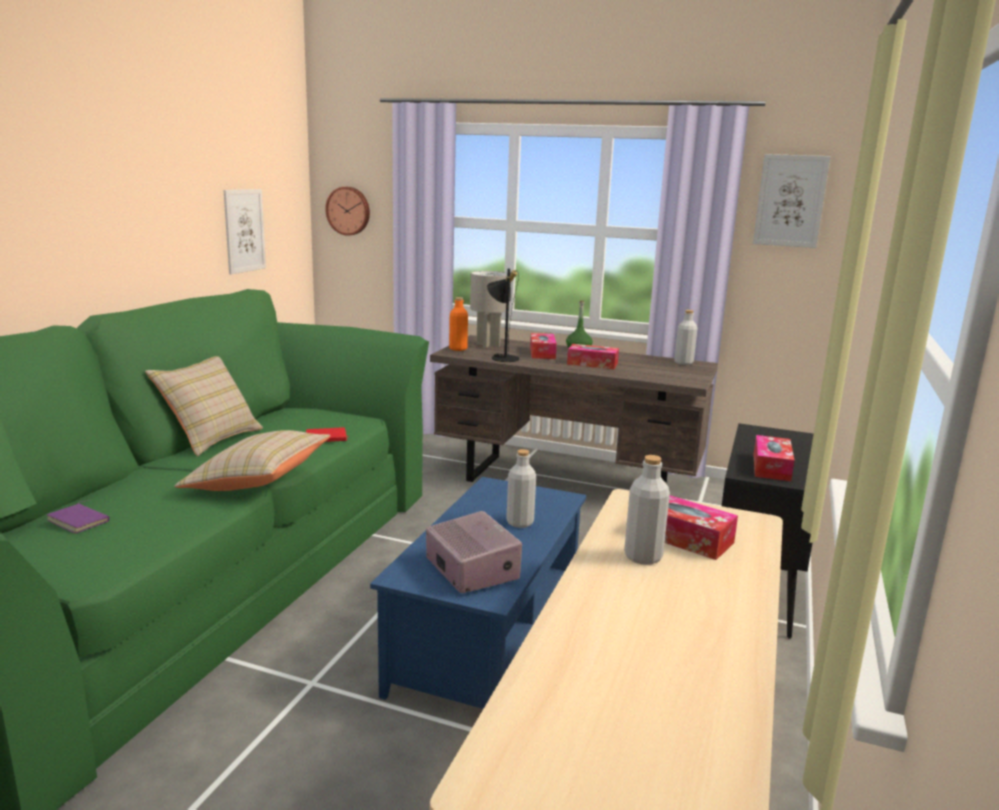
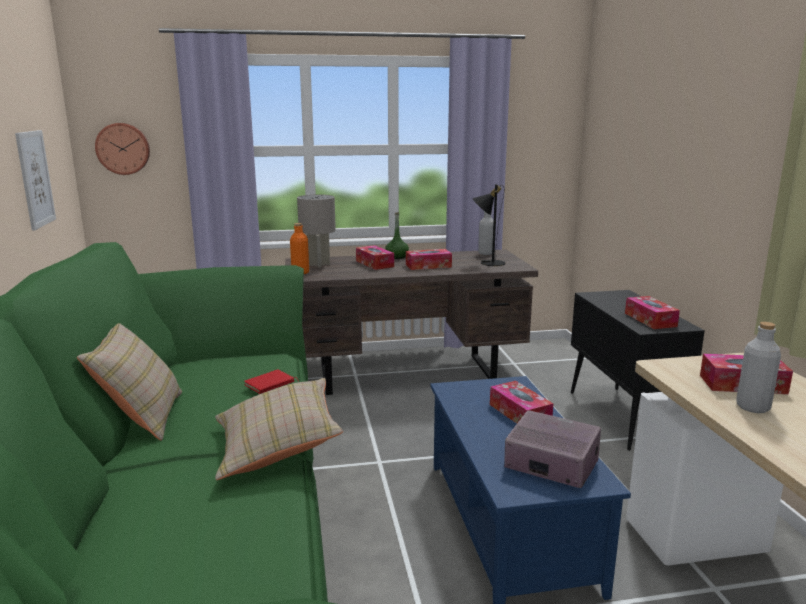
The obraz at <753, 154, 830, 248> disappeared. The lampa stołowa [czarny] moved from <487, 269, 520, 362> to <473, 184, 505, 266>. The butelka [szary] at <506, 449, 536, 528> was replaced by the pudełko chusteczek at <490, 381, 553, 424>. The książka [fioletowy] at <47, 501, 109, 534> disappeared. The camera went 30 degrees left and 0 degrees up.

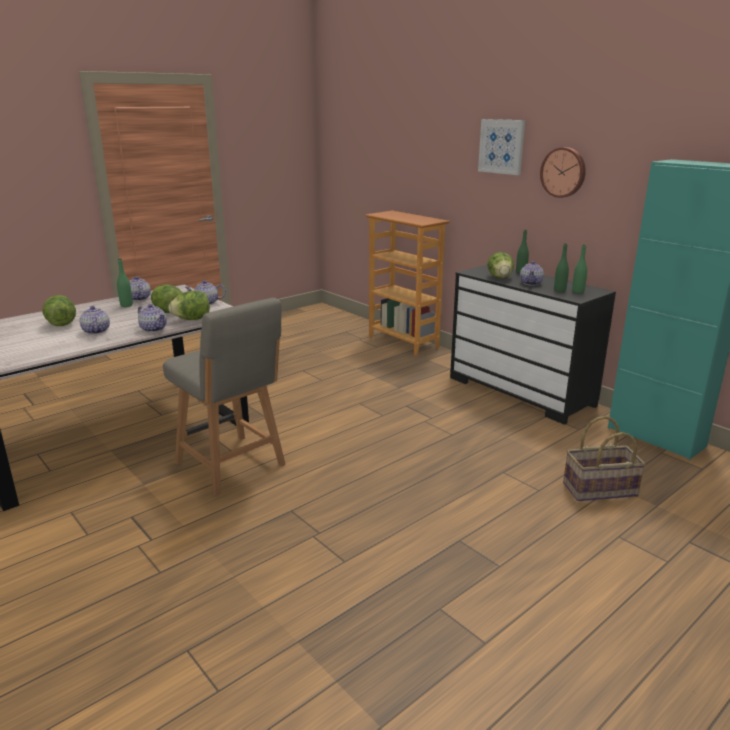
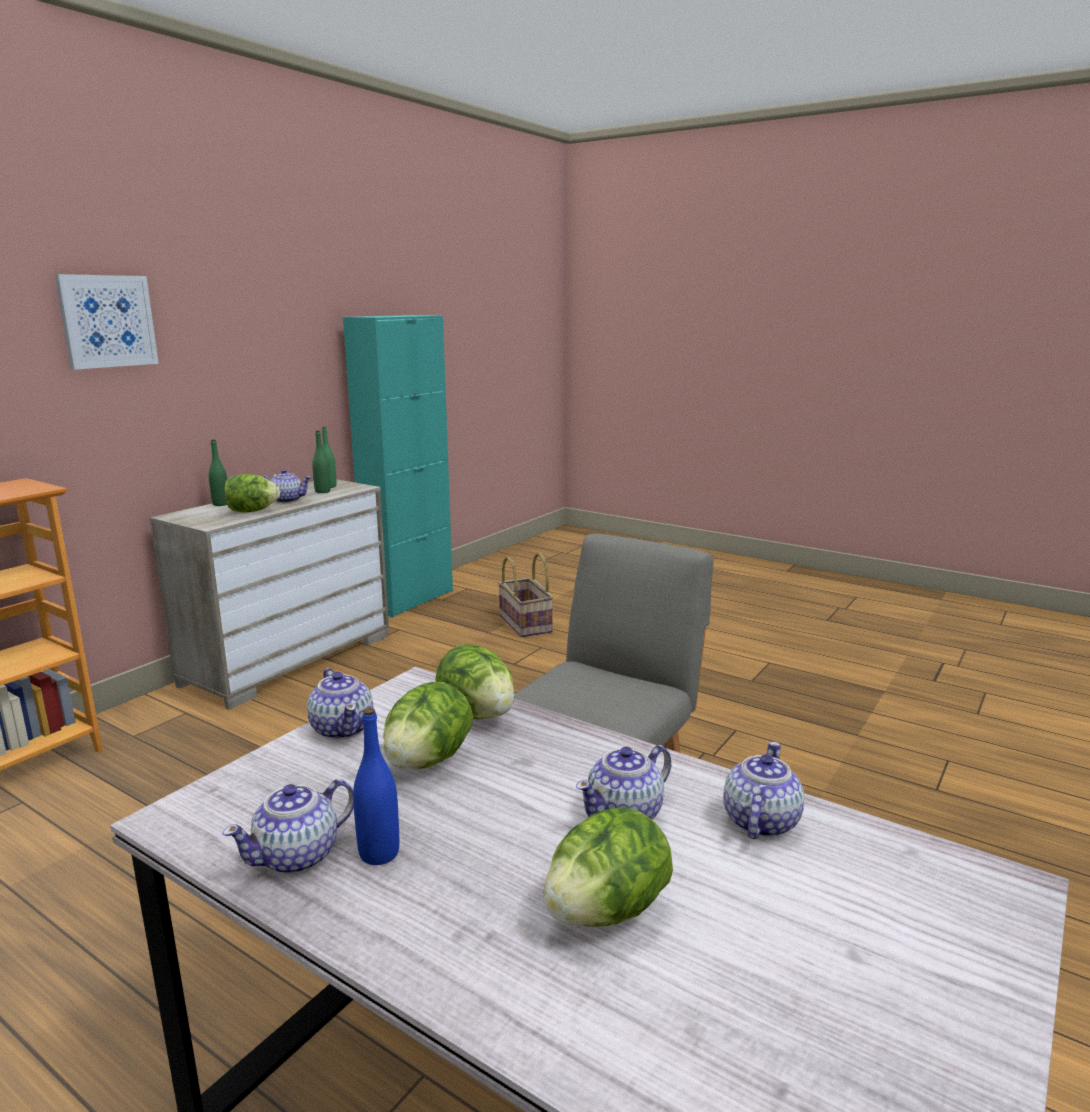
The zegar ścienny at <540, 147, 586, 198> disappeared. The butelka [zielony] at <117, 258, 133, 307> became the butelka [niebieski] at <353, 708, 399, 865>. The komoda [czarny] at <450, 265, 616, 425> became the komoda [beżowy] at <150, 479, 389, 710>. The imbryk moved from <138, 304, 167, 332> to <723, 742, 804, 839>. The camera went 105 degrees left and 5 degrees down.

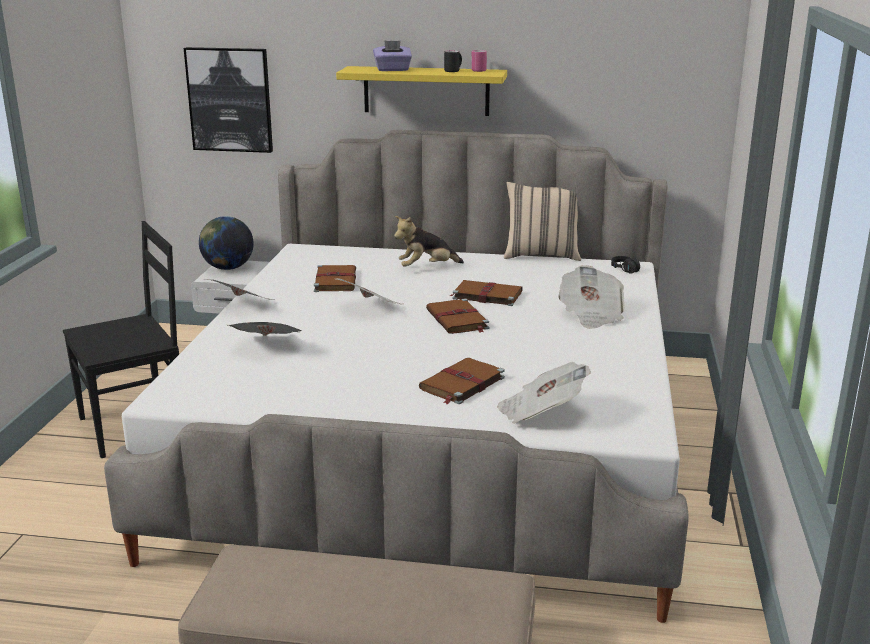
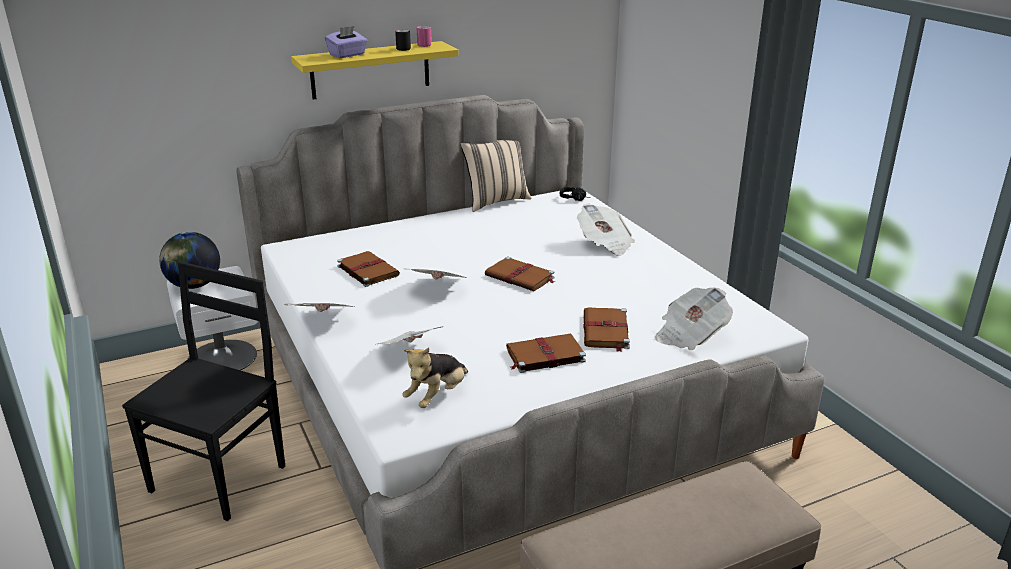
The obraz at <184, 47, 273, 153> disappeared. The pluszak moved from <394, 216, 464, 267> to <402, 347, 468, 408>. The książka [brązowy] moved from <450, 280, 523, 306> to <506, 334, 586, 373>. The camera went 35 degrees left and 5 degrees up.

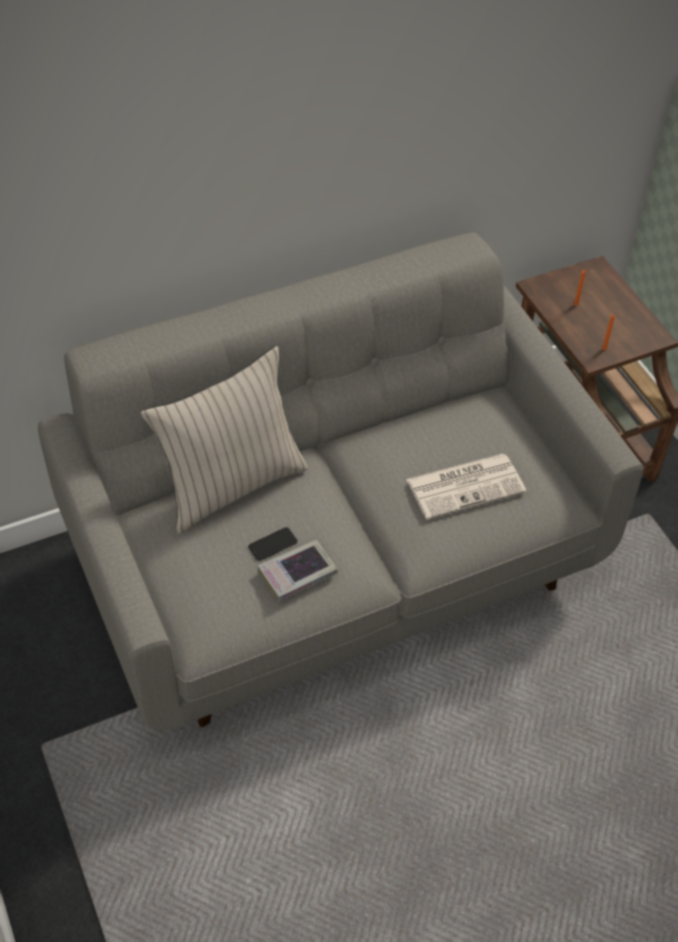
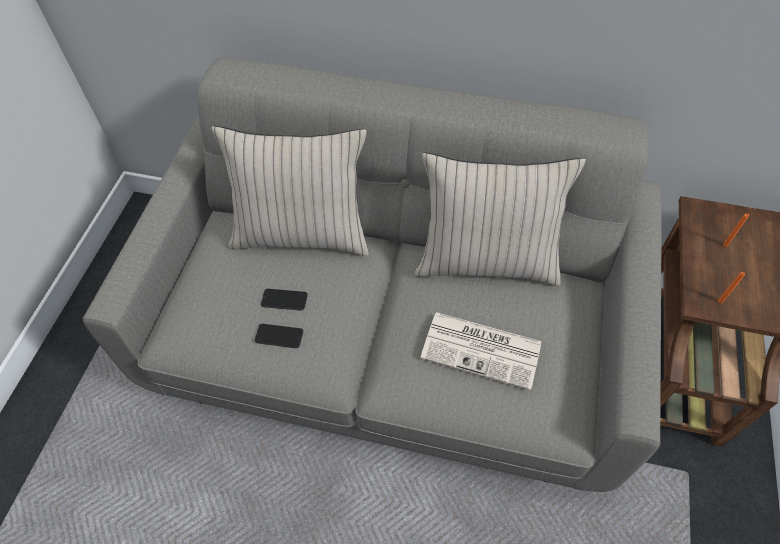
The książka at <258, 540, 338, 601> was replaced by the telefon at <255, 324, 303, 348>. The poduszka [beżowy] at <415, 152, 586, 286> appeared. The camera went 40 degrees right and 5 degrees up.

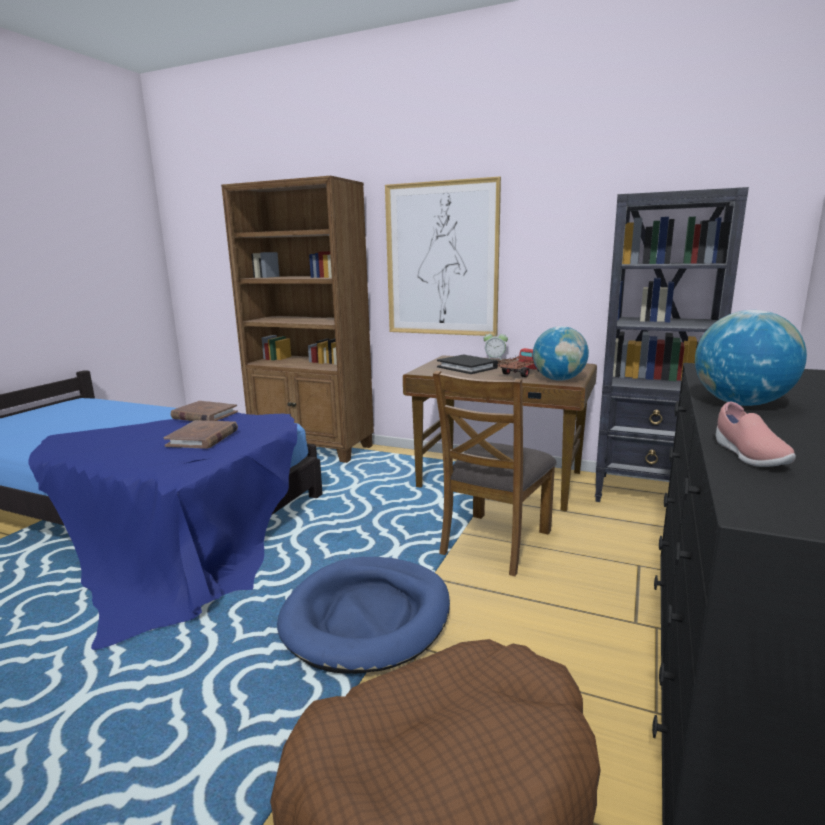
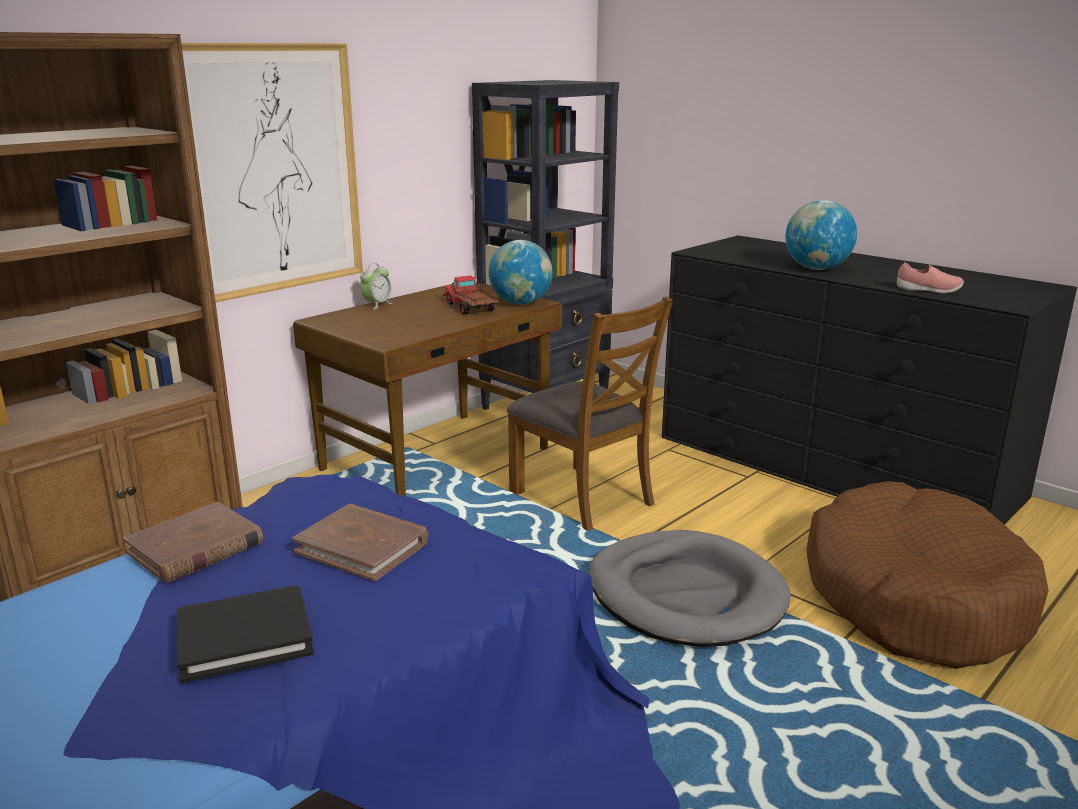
The książka [czarny] moved from <437, 355, 498, 374> to <177, 586, 314, 683>. The legowisko [niebieski] at <277, 557, 450, 674> became the legowisko [szary] at <589, 530, 791, 647>. The camera went 70 degrees left and 5 degrees up.

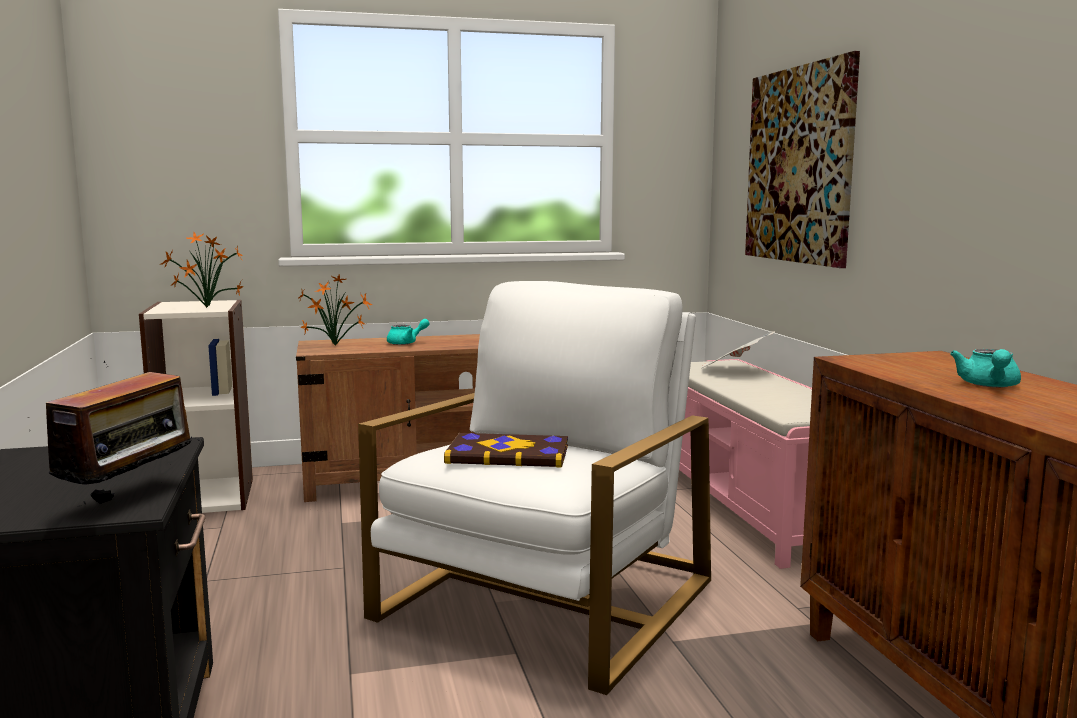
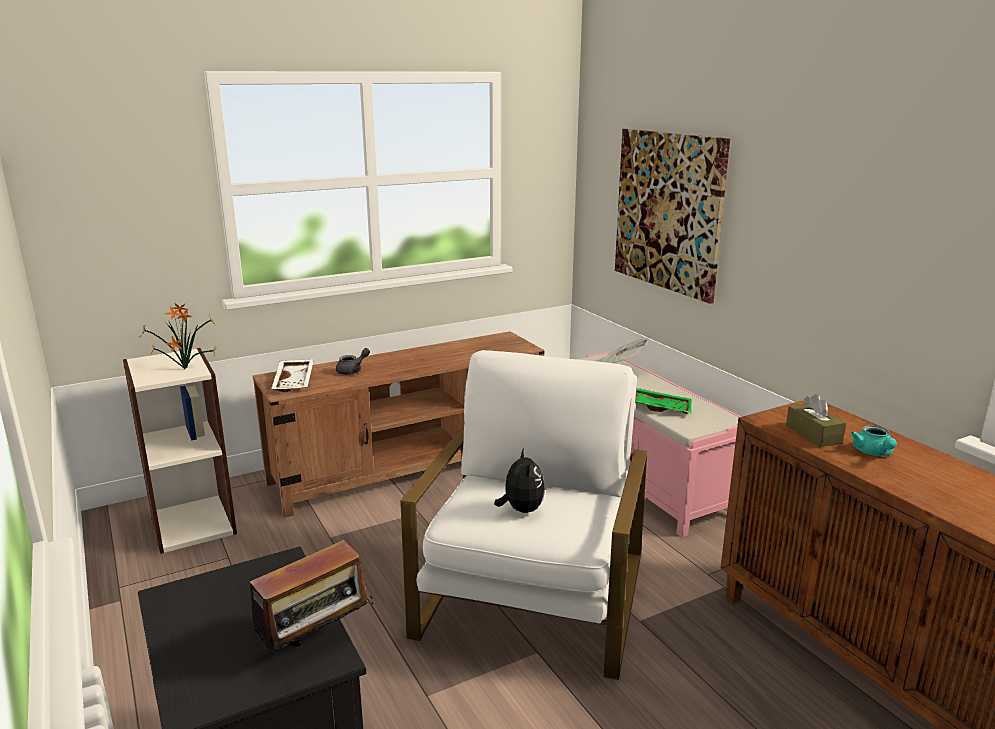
The roślina doniczkowa at <299, 274, 373, 345> was replaced by the taca [biały] at <271, 359, 314, 392>. The imbryk [turkusowy] at <387, 319, 430, 345> became the imbryk [szary] at <336, 348, 370, 375>. The radio at <28, 358, 200, 507> turned 45 degrees clockwise. The książka at <444, 433, 568, 468> was replaced by the pluszak at <494, 448, 545, 513>. The taca [zielony] at <635, 388, 692, 414> appeared. The pudełko chusteczek [brązowy] at <786, 393, 846, 447> appeared. The camera went 15 degrees left and 10 degrees up.

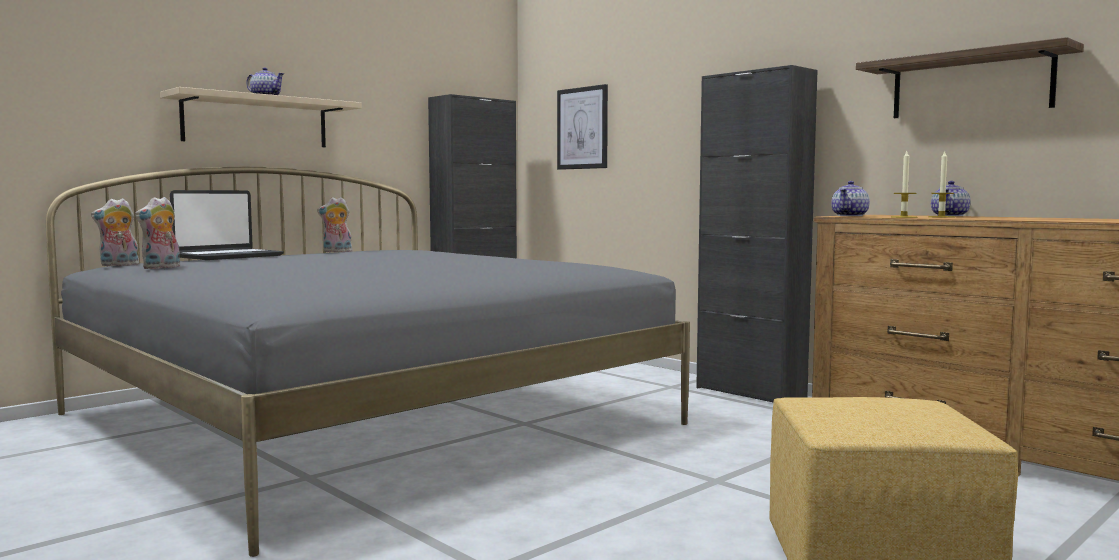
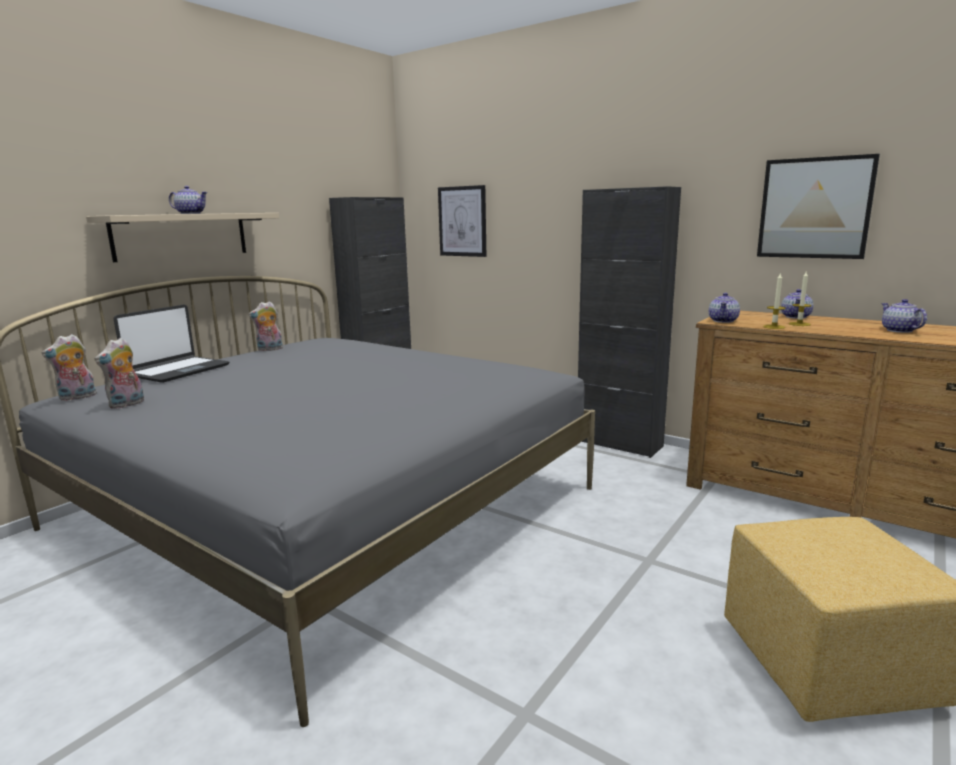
The półka at <856, 37, 1084, 118> was replaced by the obraz at <757, 154, 880, 259>. The imbryk at <881, 299, 927, 333> appeared. The camera went 10 degrees left and 10 degrees up.

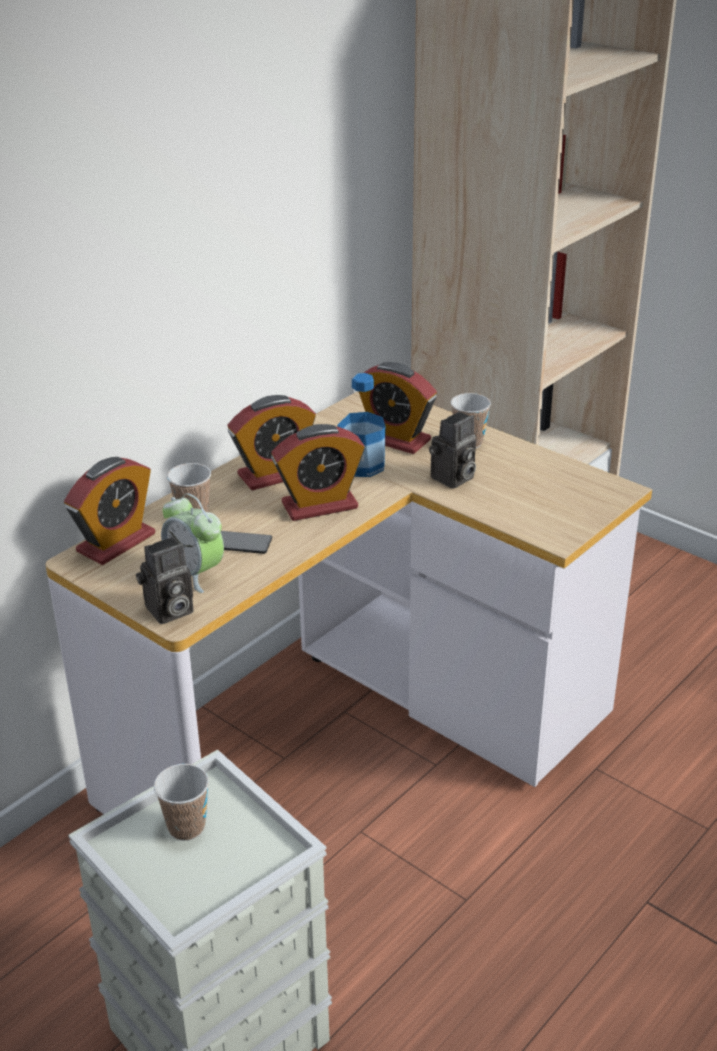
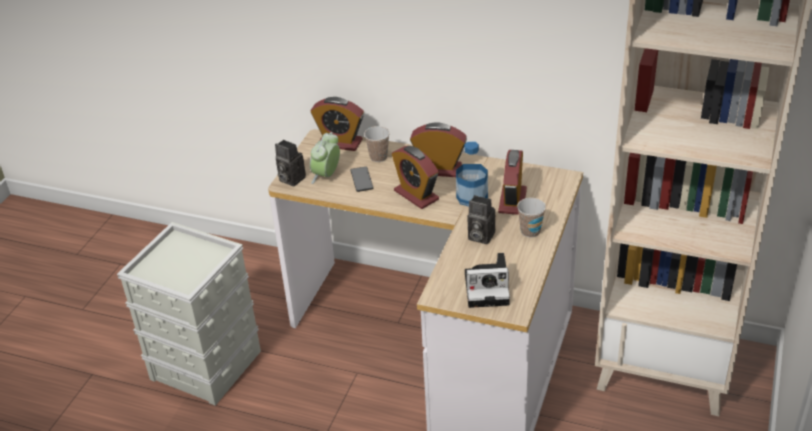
The budzik at <227, 395, 316, 491> turned 150 degrees clockwise. The filiżanka at <154, 764, 209, 841> disappeared. The aparat fotograficzny at <465, 253, 510, 308> appeared. The camera went 70 degrees right and 5 degrees up.

